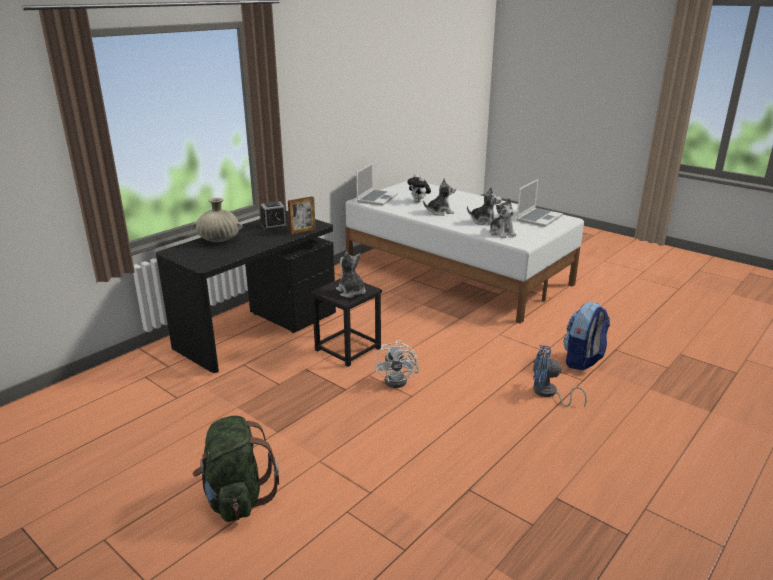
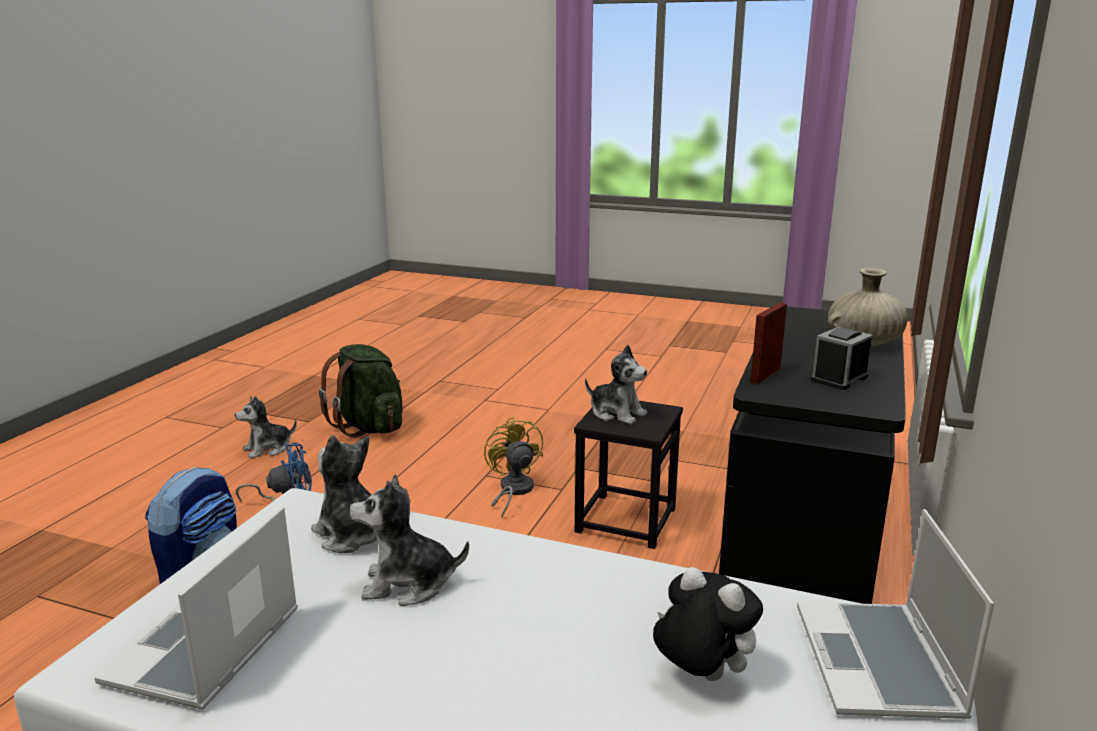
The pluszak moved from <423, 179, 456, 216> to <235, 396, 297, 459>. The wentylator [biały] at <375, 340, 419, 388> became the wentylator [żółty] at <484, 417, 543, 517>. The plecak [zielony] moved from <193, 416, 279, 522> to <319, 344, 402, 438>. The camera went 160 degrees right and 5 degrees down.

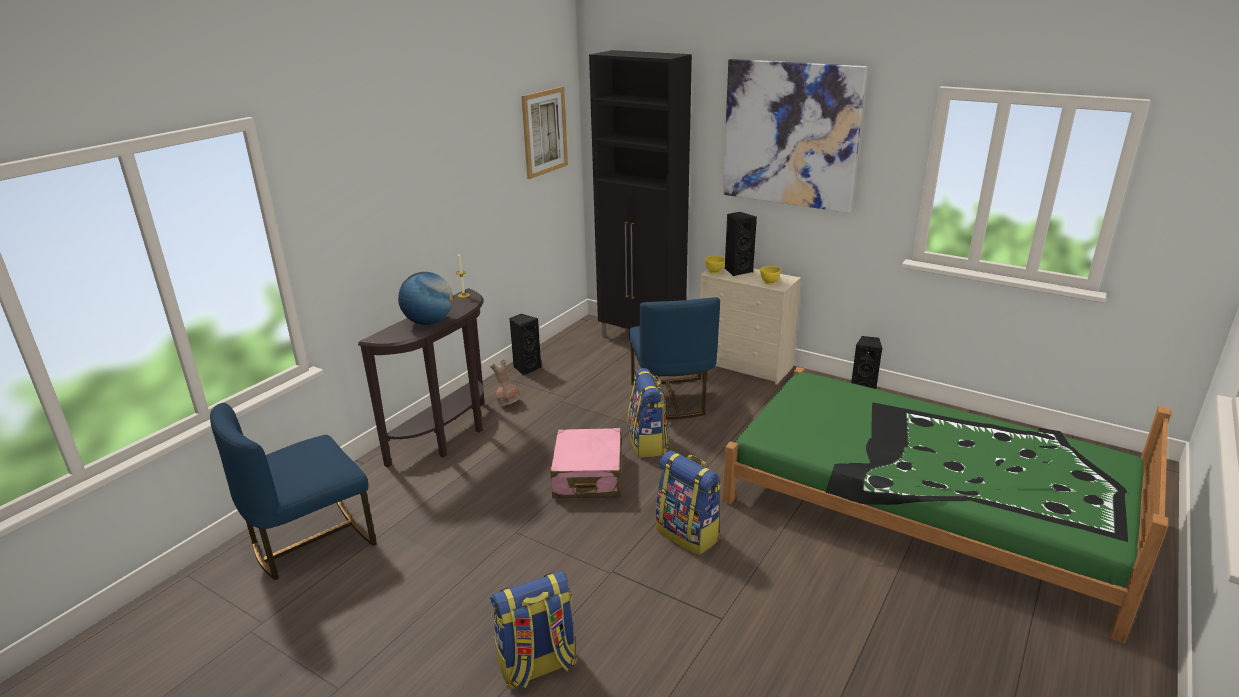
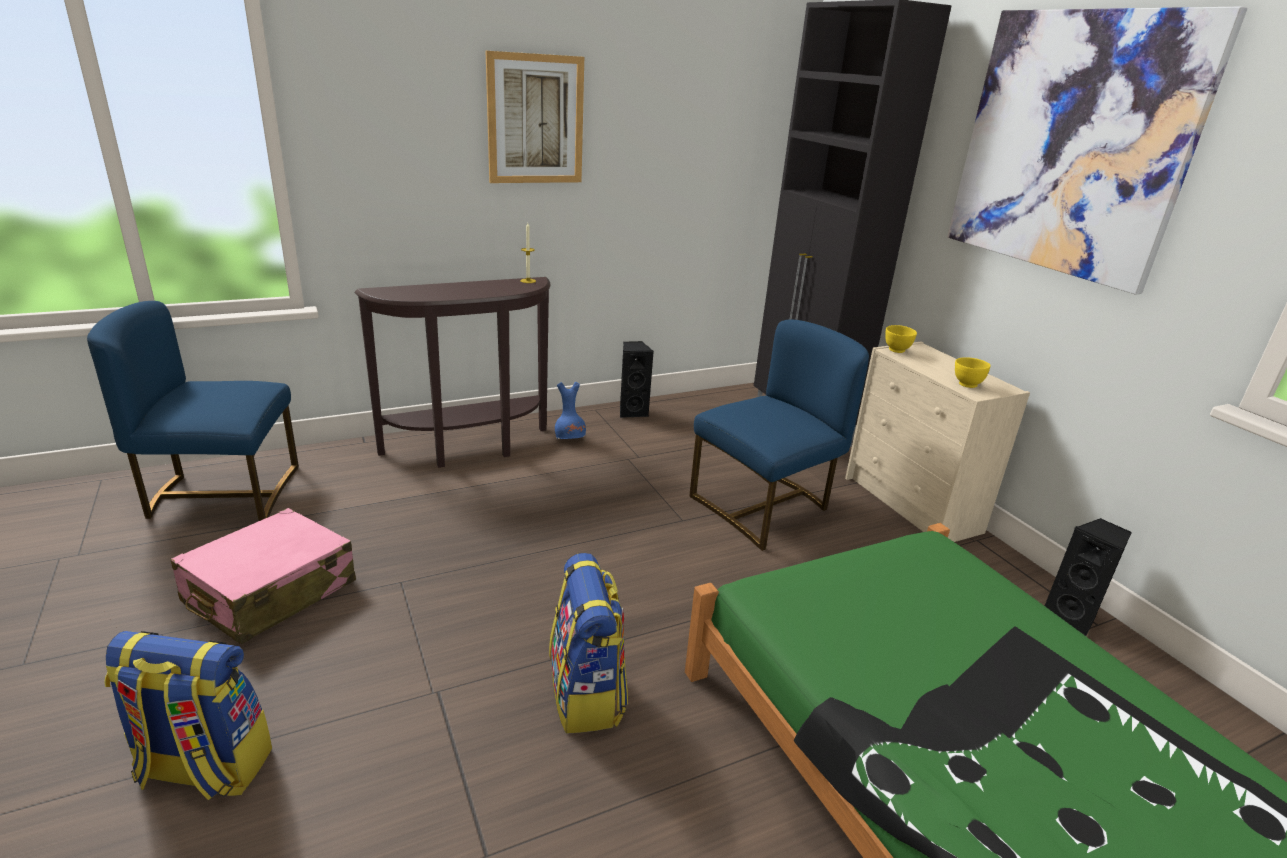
The obraz moved from <521, 86, 568, 179> to <486, 51, 584, 183>. The głośnik [czarny] at <725, 212, 757, 277> disappeared. The globus at <398, 272, 453, 325> disappeared. The krzesło [niebieski] at <629, 297, 720, 420> turned 150 degrees counterclockwise. The wazon [brązowy] at <490, 359, 521, 406> became the wazon [niebieski] at <555, 382, 586, 439>. The plecak at <627, 368, 669, 458> disappeared. The walizka [różowy] moved from <550, 428, 622, 498> to <170, 508, 356, 644>. The camera went 30 degrees right and 0 degrees up.

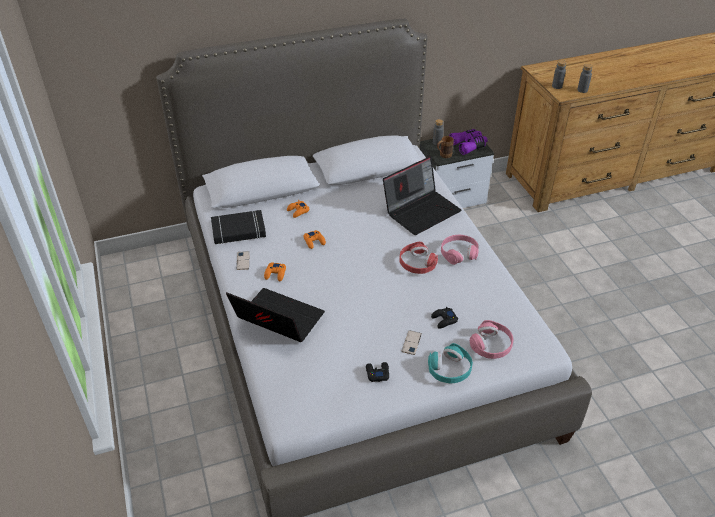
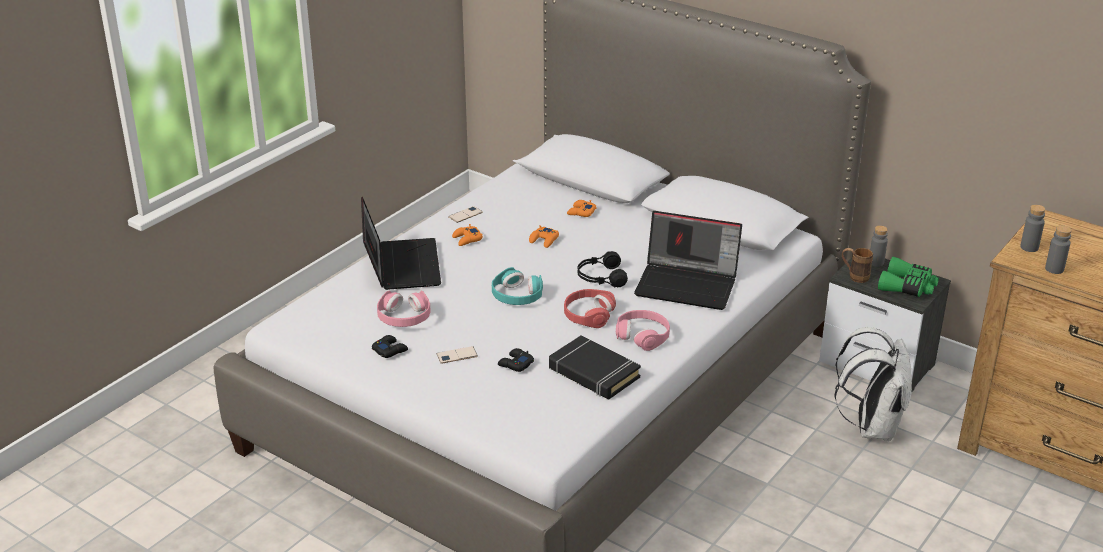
The lornetka [fioletowy] at <449, 129, 488, 155> became the lornetka [zielony] at <878, 257, 939, 297>. The książka [czarny] moved from <211, 210, 266, 244> to <549, 335, 641, 399>. The słuchawki [różowy] moved from <470, 320, 514, 359> to <377, 290, 431, 327>. The słuchawki [turkusowy] moved from <428, 343, 473, 383> to <492, 267, 543, 305>. The słuchawki [czarny] at <577, 251, 628, 287> appeared. The plecak [biały] at <834, 327, 912, 442> appeared. The camera went 55 degrees right and 10 degrees down.

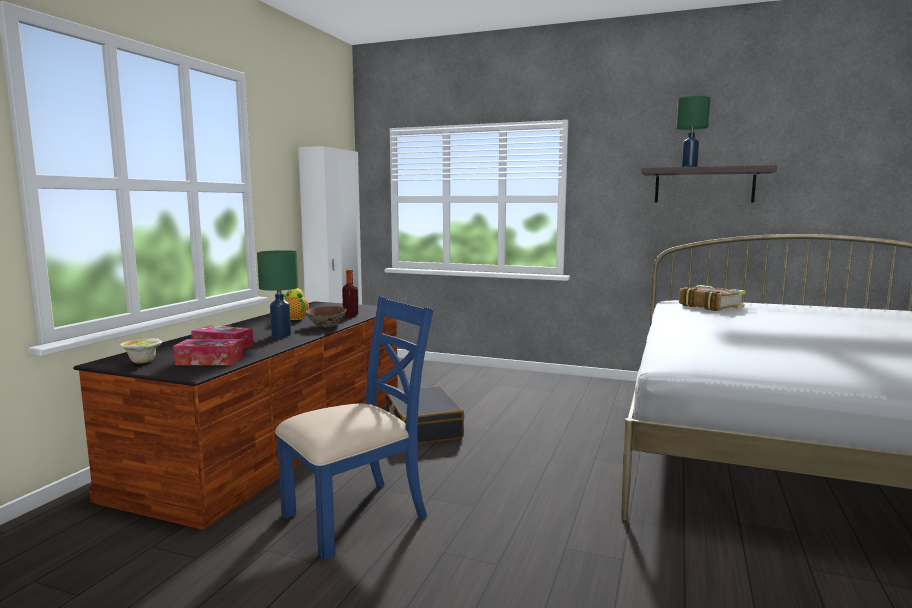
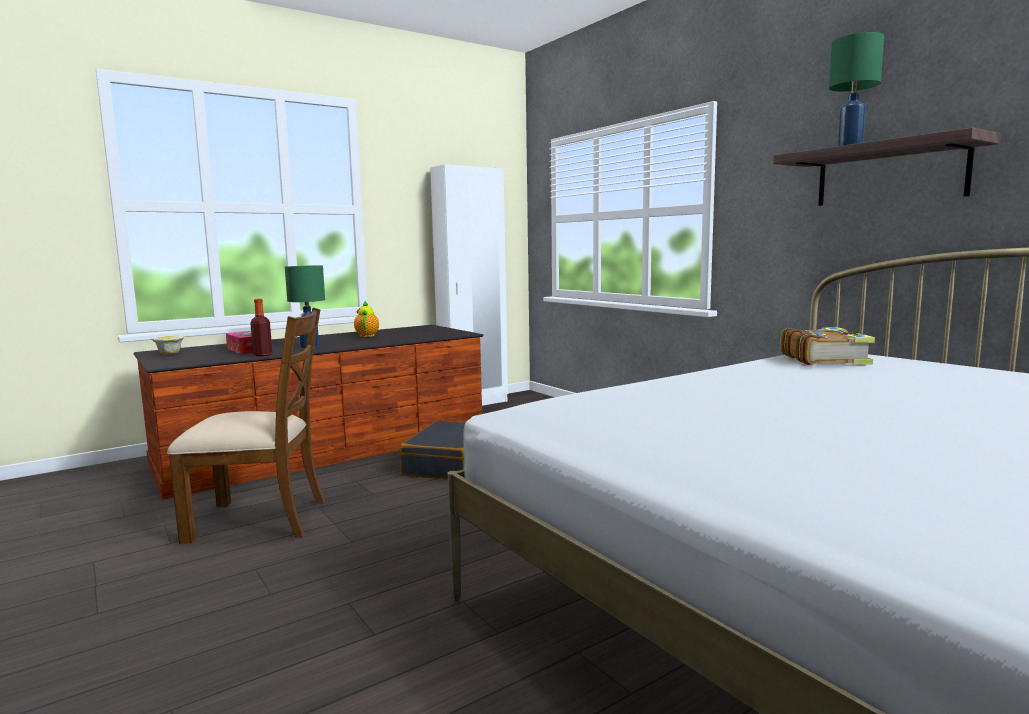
The butelka moved from <342, 269, 358, 317> to <250, 299, 272, 356>. The krzesło [niebieski] at <275, 296, 433, 560> became the krzesło [brązowy] at <167, 308, 325, 544>. The miska [brązowy] at <306, 306, 346, 327> disappeared. The pudełko chusteczek at <173, 339, 243, 365> disappeared. The camera went 35 degrees right and 0 degrees up.

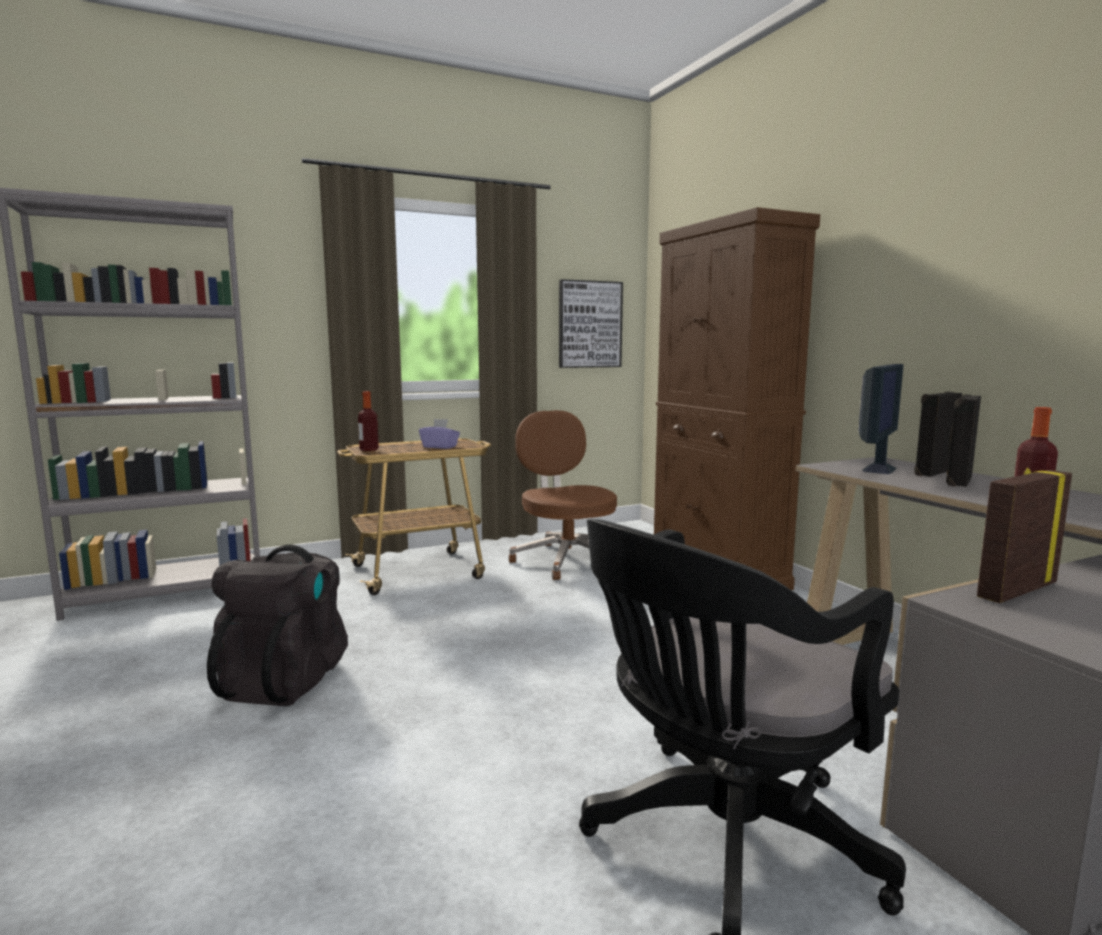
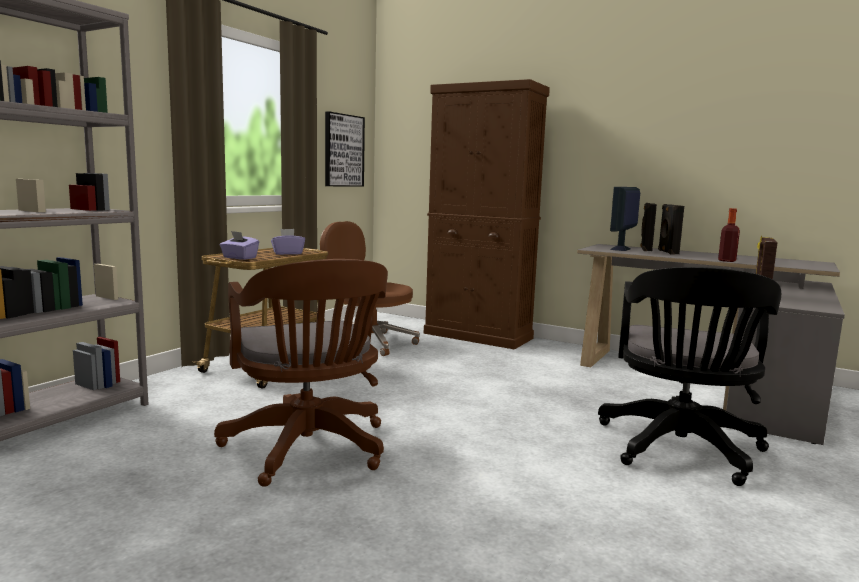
The monitor at <858, 364, 903, 474> turned 150 degrees counterclockwise. The butelka at <358, 391, 379, 451> was replaced by the pudełko chusteczek [fioletowy] at <220, 231, 259, 260>. The plecak [czarny] at <207, 544, 348, 706> was replaced by the krzesło biurowe [brązowy] at <214, 259, 388, 487>. The camera went 35 degrees left and 0 degrees up.

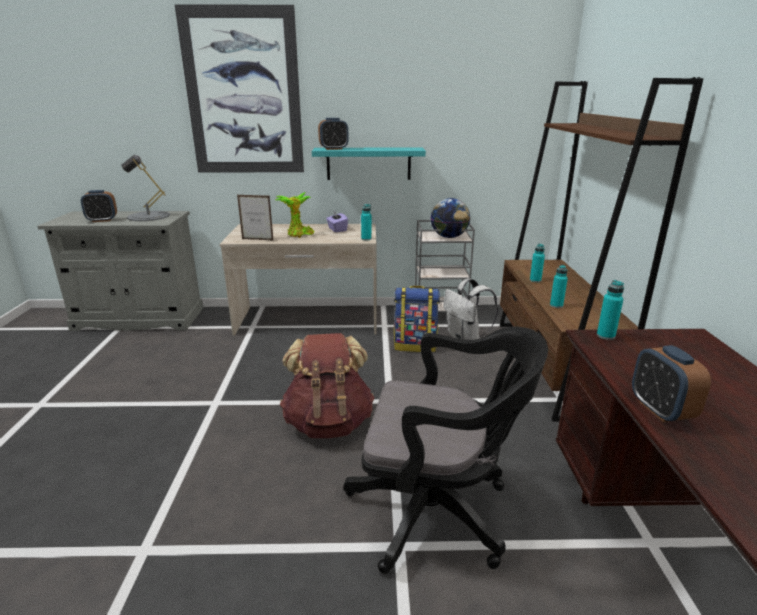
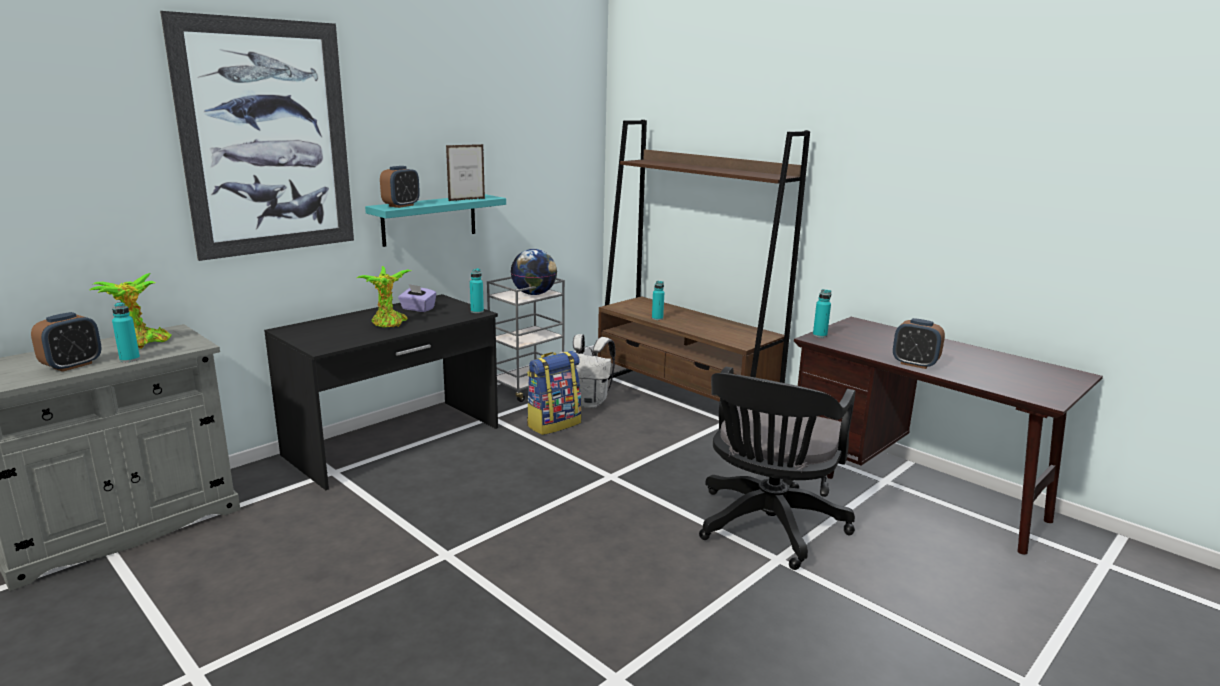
The lampa stołowa [szary] at <121, 155, 170, 221> was replaced by the roślina doniczkowa at <90, 273, 172, 349>. The ramka na zdjęcie moved from <237, 195, 274, 241> to <446, 144, 485, 201>. The biurko [beżowy] at <220, 224, 377, 336> became the biurko [czarny] at <264, 294, 498, 490>. The butelka [turkusowy] moved from <550, 265, 568, 308> to <112, 302, 140, 362>. The krzesło biurowe [czarny] at <343, 327, 548, 574> turned 150 degrees clockwise. The plecak [brązowy] at <280, 333, 375, 438> disappeared. The camera went 45 degrees left and 5 degrees down.

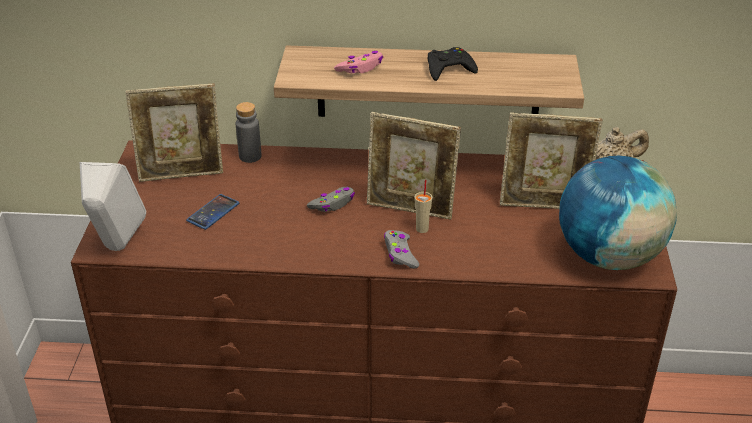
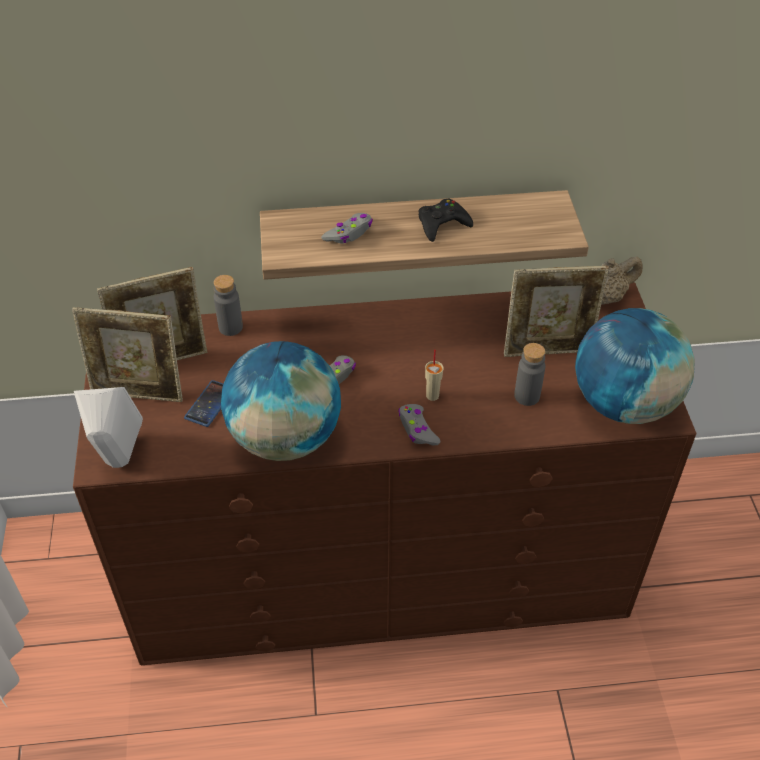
The pad do gier [różowy] at <334, 51, 383, 73> became the pad do gier [szary] at <321, 213, 373, 244>. The ramka na zdjęcie moved from <367, 112, 461, 220> to <72, 307, 183, 402>. The globus at <221, 341, 341, 461> appeared. The butelka [szary] at <514, 343, 545, 406> appeared. The camera went 10 degrees left and 10 degrees up.

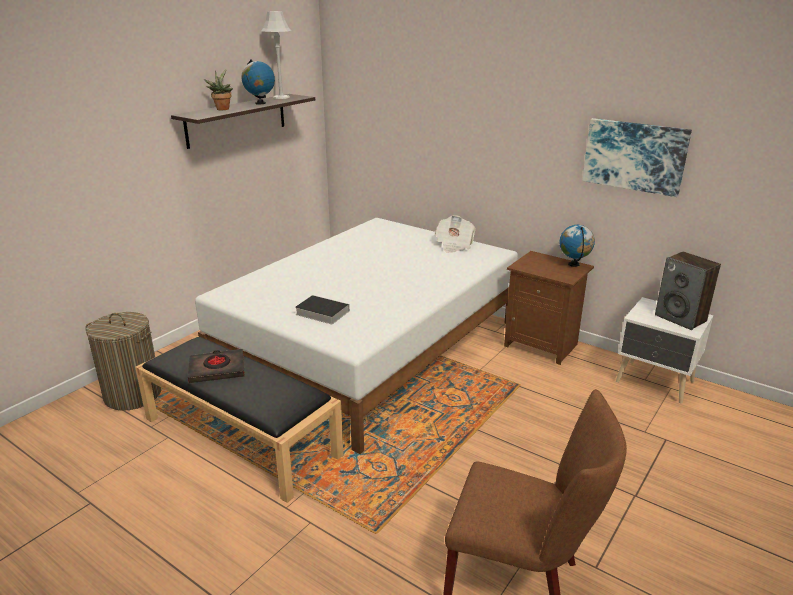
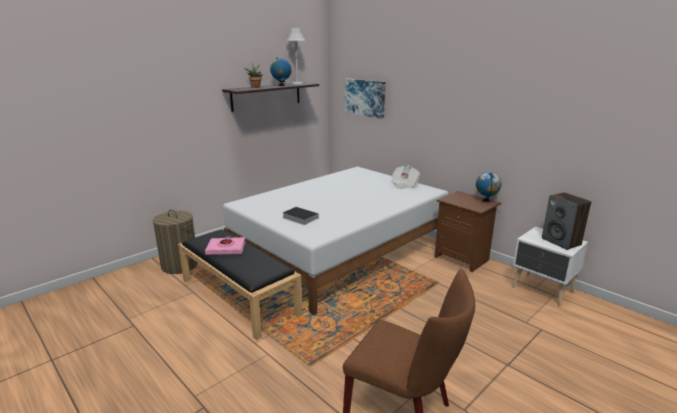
The obraz moved from <582, 118, 692, 197> to <345, 79, 385, 119>. The książka [czarny] at <188, 349, 245, 383> became the książka [różowy] at <205, 237, 245, 255>. The camera went 10 degrees right and 5 degrees down.

